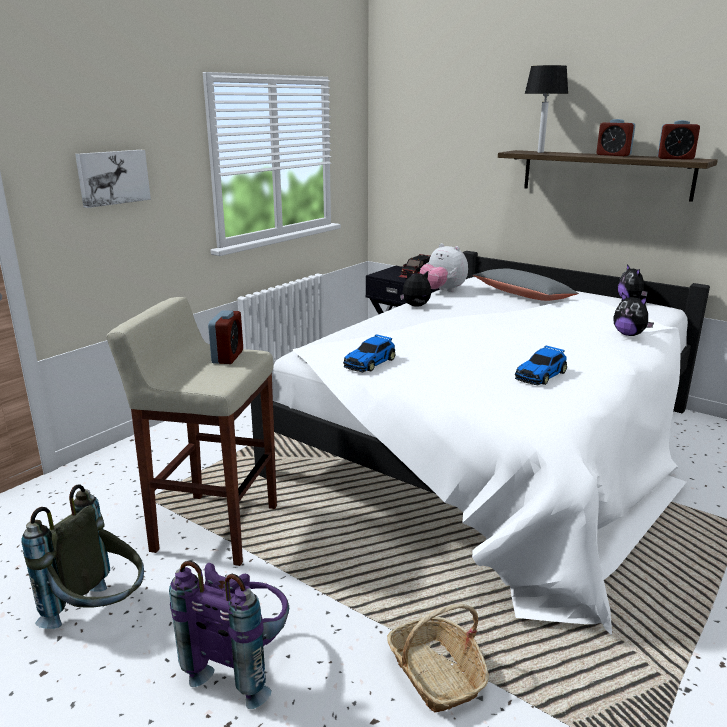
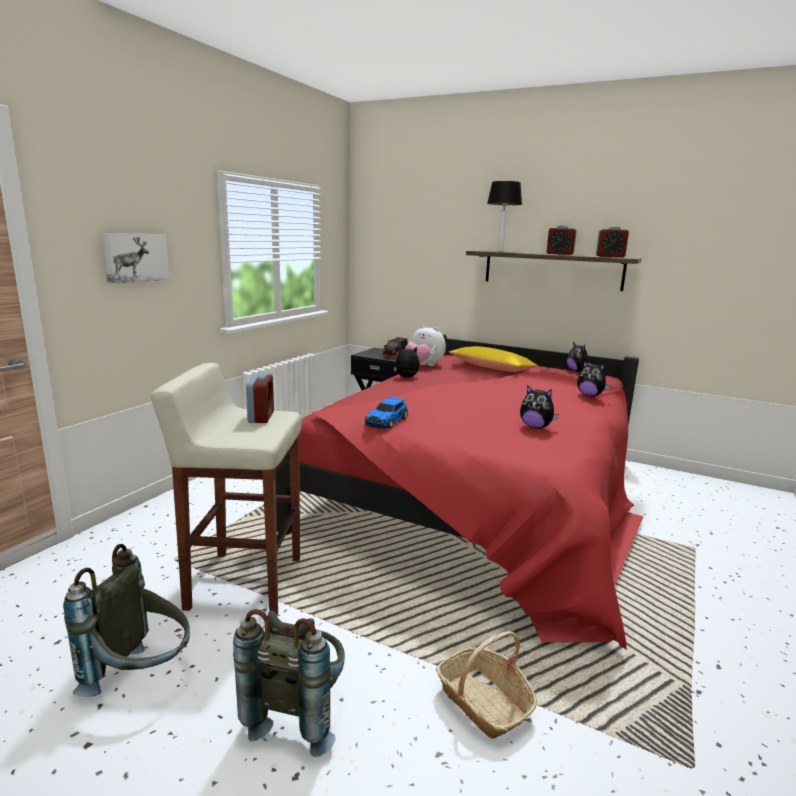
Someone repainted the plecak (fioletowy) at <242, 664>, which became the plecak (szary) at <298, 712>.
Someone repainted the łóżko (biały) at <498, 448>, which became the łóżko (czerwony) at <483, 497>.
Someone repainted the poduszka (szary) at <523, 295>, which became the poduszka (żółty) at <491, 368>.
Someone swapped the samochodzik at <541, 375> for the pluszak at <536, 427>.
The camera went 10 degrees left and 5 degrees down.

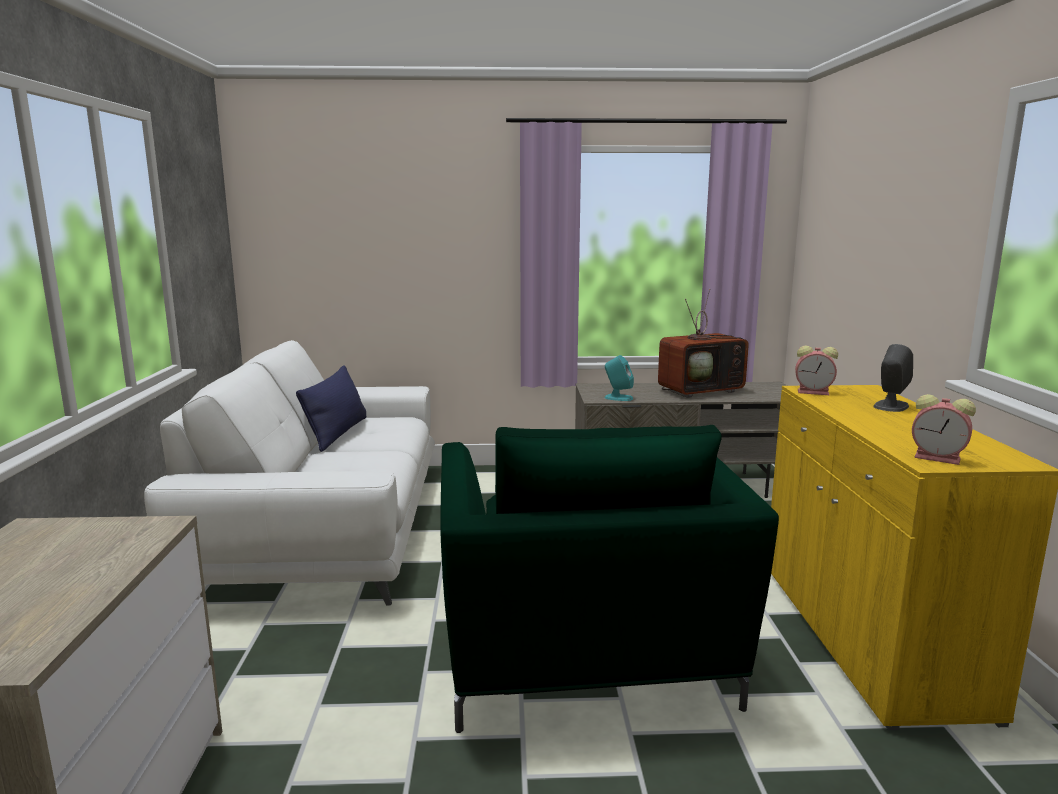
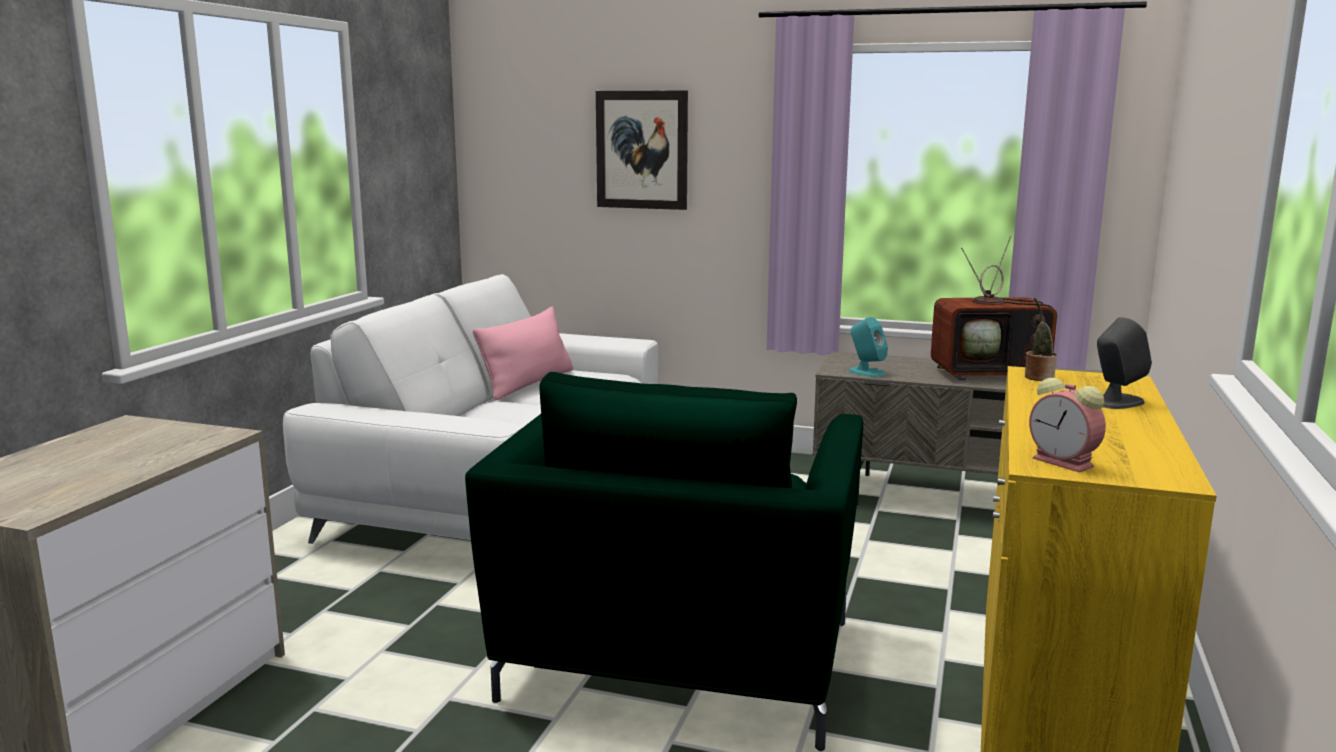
Someone repainted the poduszka (niebieski) at <337, 433>, which became the poduszka (różowy) at <528, 383>.
Someone swapped the budzik at <814, 392> for the roślina doniczkowa at <1038, 377>.
Someone put up the obraz at <642, 150>.
The camera went 20 degrees right and 0 degrees up.

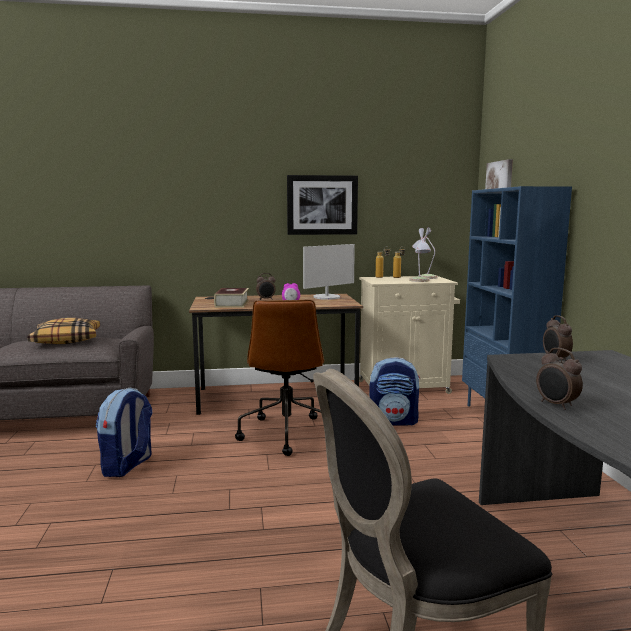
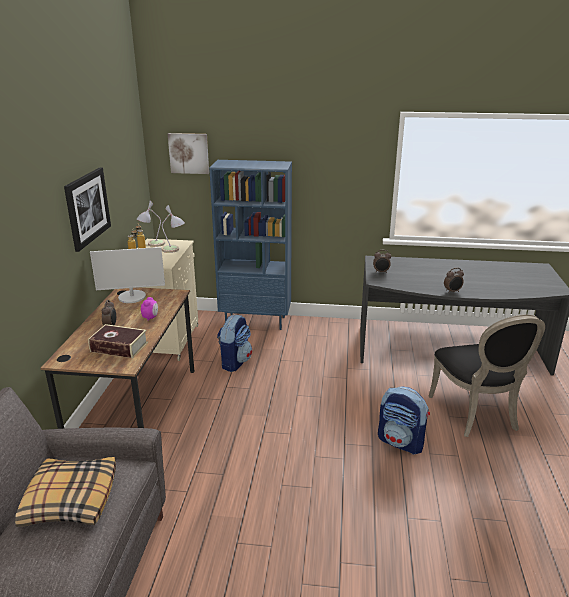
Someone carried the plecak from <127, 466> to <401, 442>.
Someone took away the krzesło biurowe (brązowy) at <286, 433>.
Someone rotated the monitor at <327, 297> by 105 degrees clockwise.
The camera went 75 degrees left and 15 degrees up.

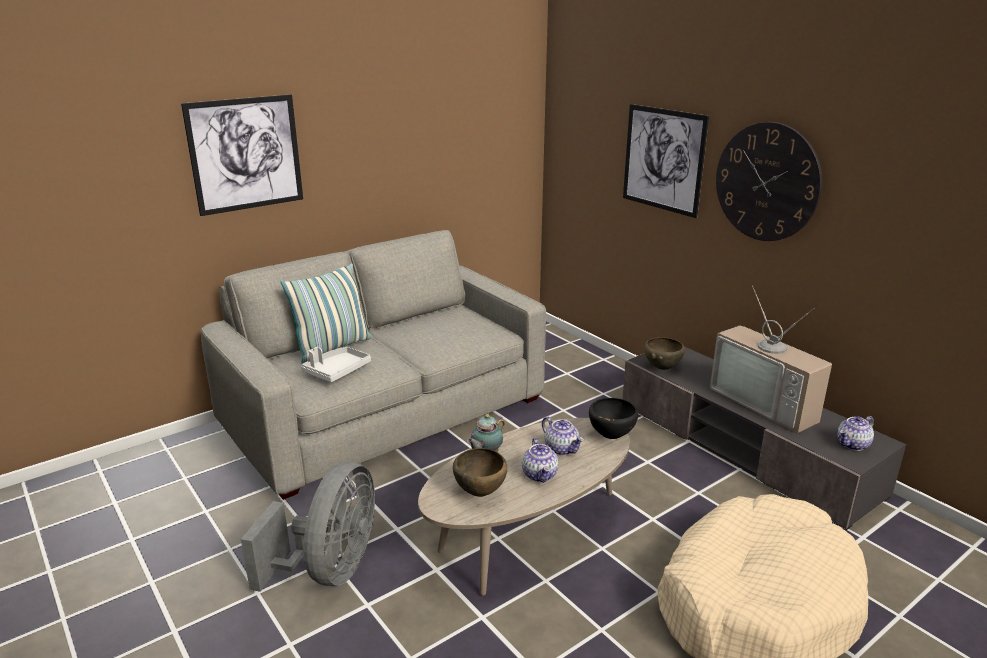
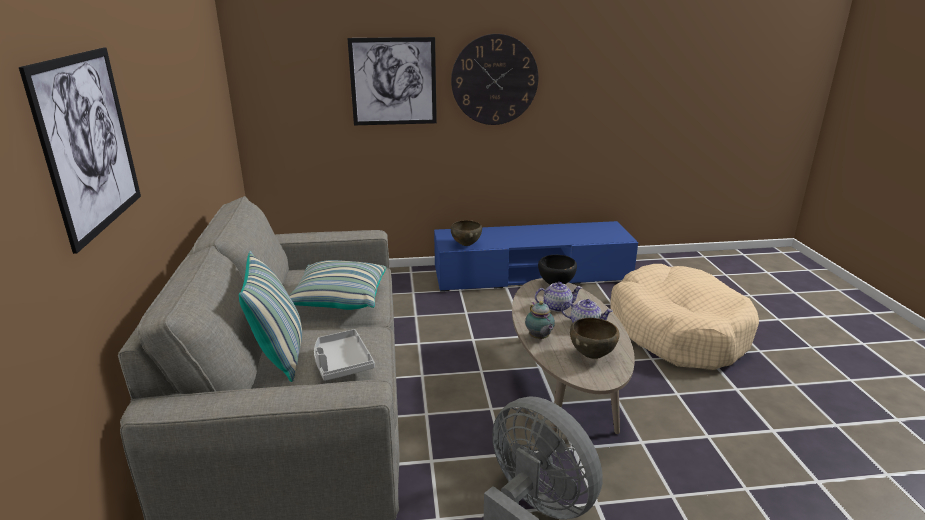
Someone repainted the szafka pod telewizor (szary) at <743, 448>, which became the szafka pod telewizor (niebieski) at <531, 274>.
Someone took away the telewizor at <768, 403>.
Someone took away the imbryk at <853, 445>.
Someone put down the poduszka at <339, 299>.
The camera went 60 degrees left and 0 degrees up.

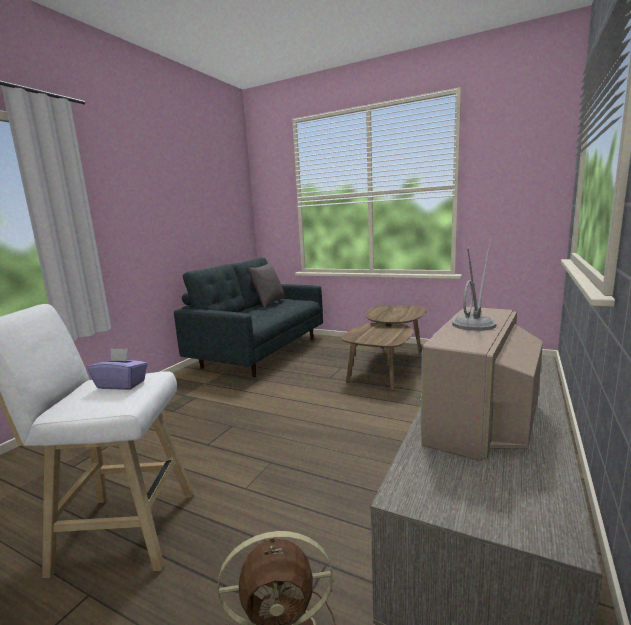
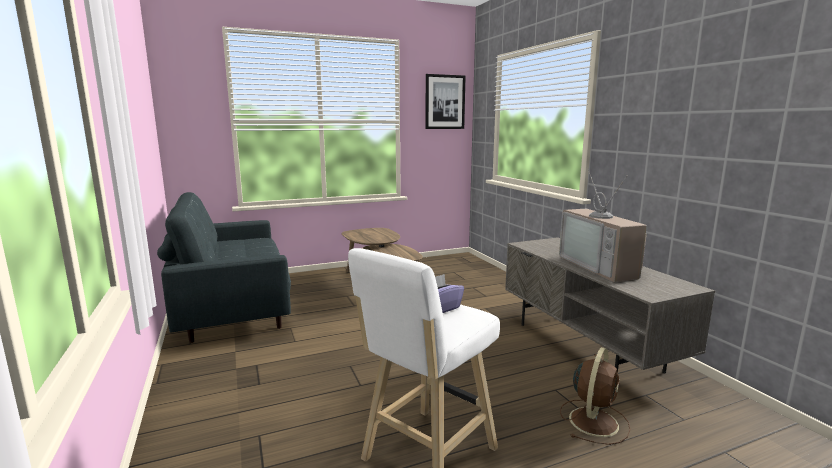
Someone took away the poduszka (szary) at <268, 304>.
Someone put up the obraz at <444, 102>.
The camera went 50 degrees left and 0 degrees up.

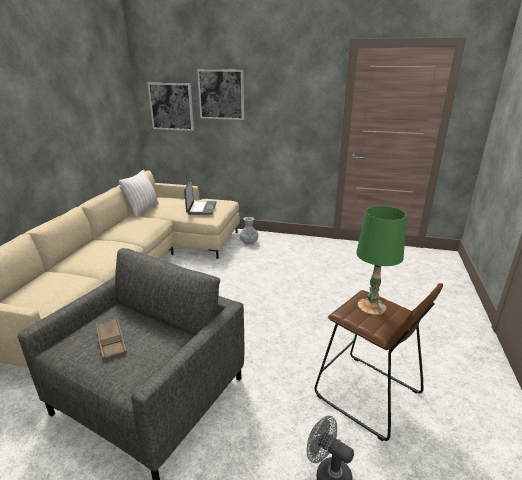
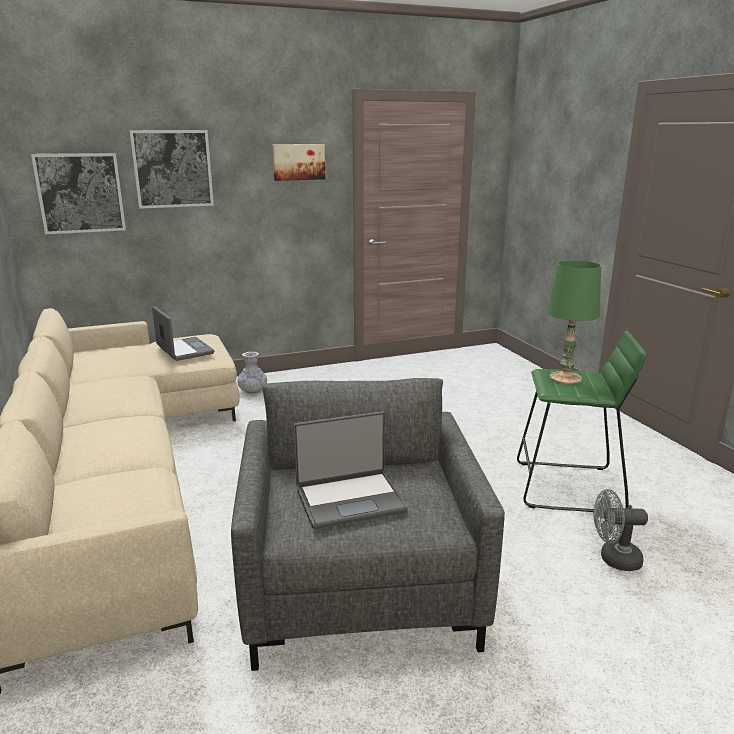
Someone swapped the taca (brązowy) at <111, 341> for the laptop at <350, 499>.
Someone took away the poduszka (biały) at <143, 210>.
Someone repainted the stołek (brązowy) at <367, 395>, which became the stołek (zielony) at <568, 488>.
Someone put up the obraz at <298, 162>.
The camera went 35 degrees left and 5 degrees down.

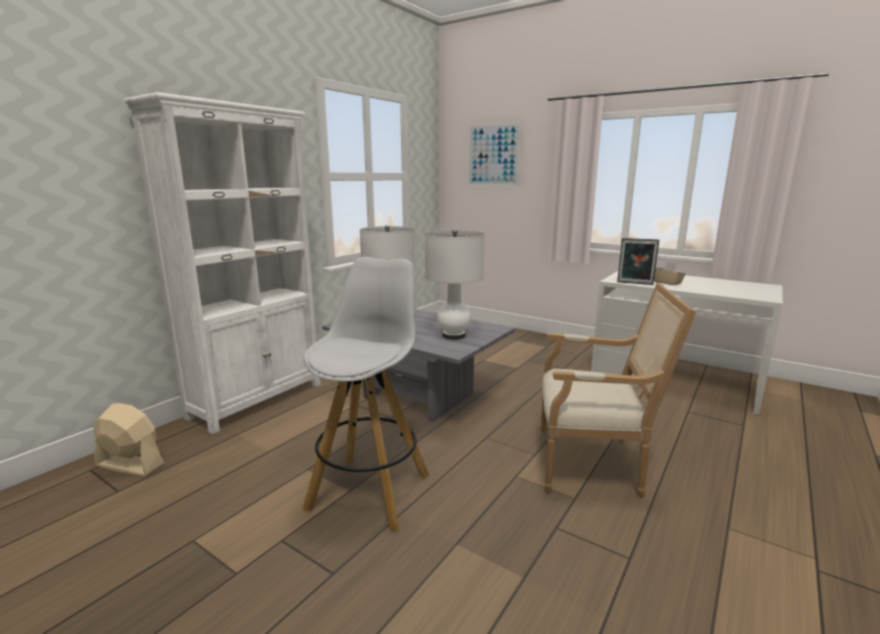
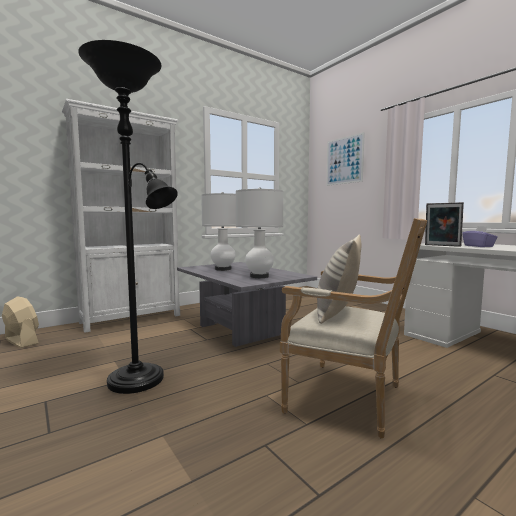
Someone swapped the stołek (biały) at <370, 490> for the lampa stojąca (czarny) at <140, 382>.
Someone repainted the pudełko chusteczek (beżowy) at <667, 283>, which became the pudełko chusteczek (fioletowy) at <478, 246>.
Someone put down the poduszka at <337, 314>.
The camera went 20 degrees right and 10 degrees down.

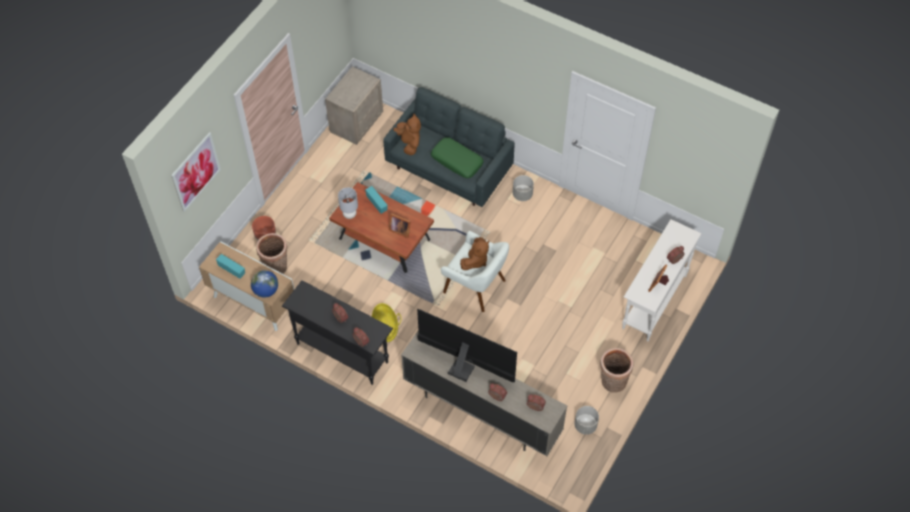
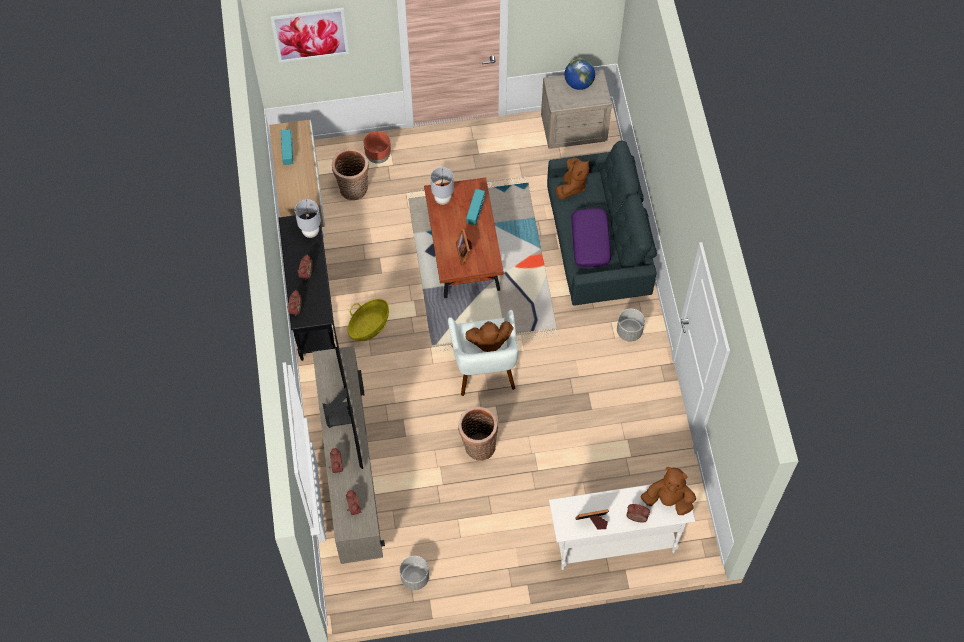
Someone carried the globus from <266, 290> to <579, 83>.
Someone repainted the poduszka (zielony) at <457, 161>, which became the poduszka (fioletowy) at <590, 242>.
Someone carried the koszyk from <612, 382> to <478, 446>.
Someone put down the lampa stołowa (szary) at <311, 232>.
Someone put down the pluszak (brązowy) at <668, 500>.
The camera went 50 degrees right and 5 degrees up.

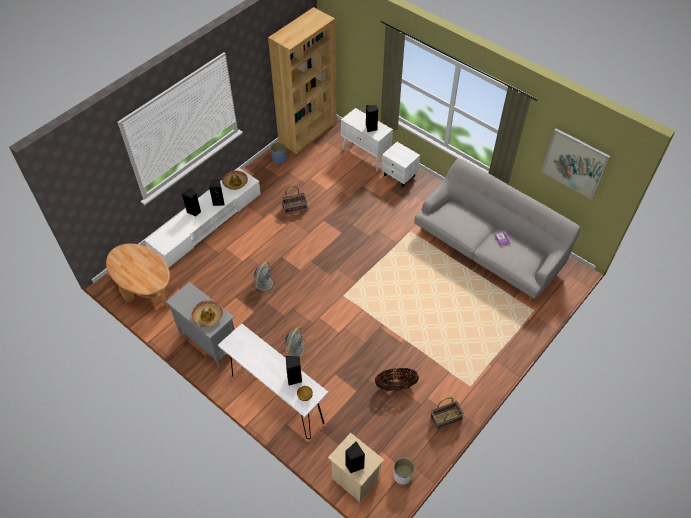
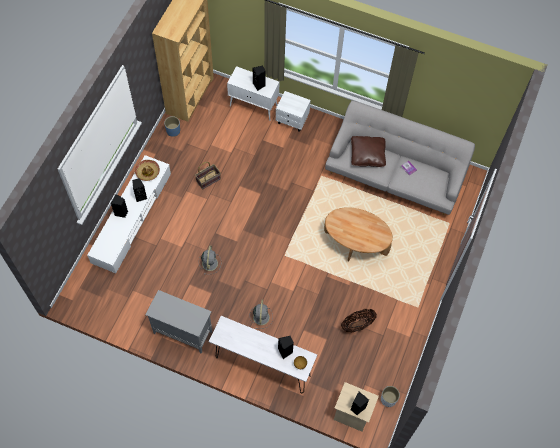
Someone carried the ława (brązowy) from <145, 288> to <355, 243>.
Someone took away the kapelusz at <207, 316>.
Someone took away the koszyk at <445, 419>.
Someone took away the obraz at <575, 163>.
Someone put down the poduszka (brązowy) at <367, 155>.
The camera went 20 degrees left and 10 degrees up.

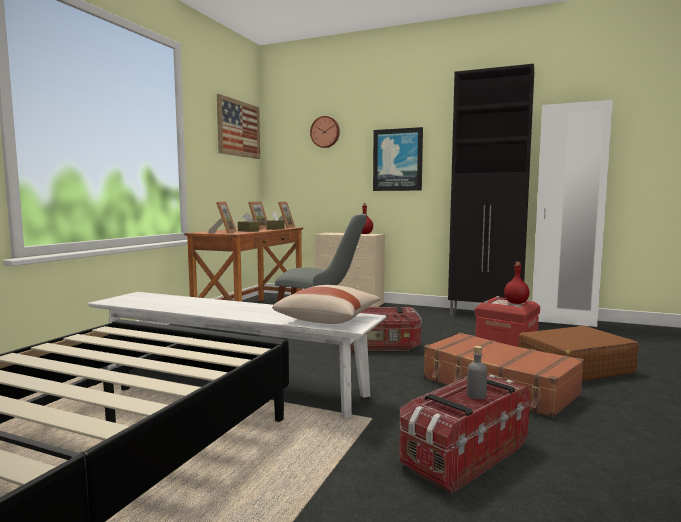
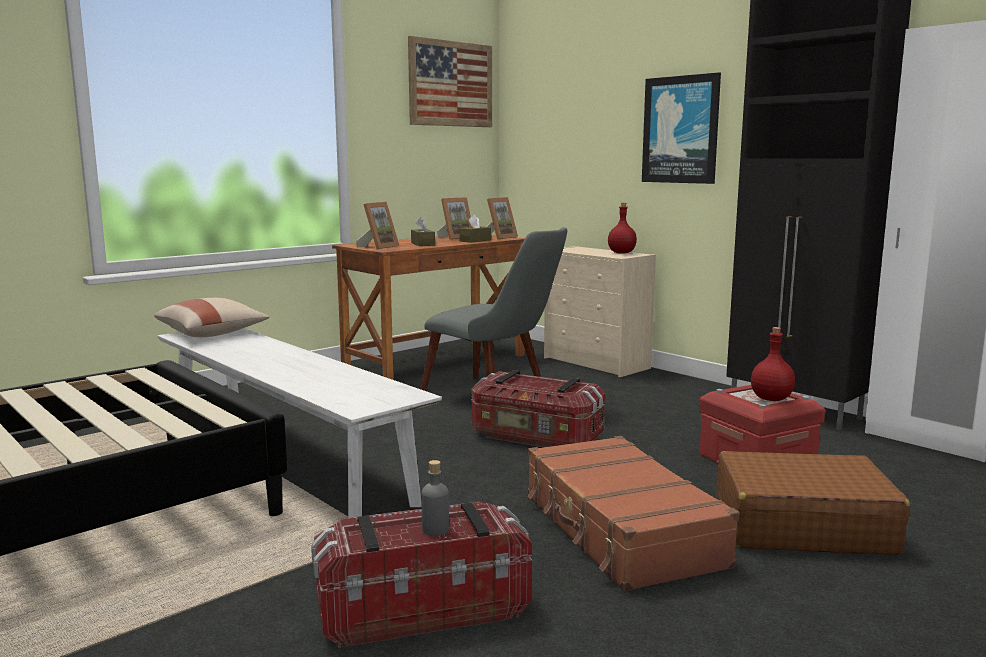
Someone carried the poduszka (beżowy) from <329, 320> to <213, 334>.
Someone took away the zegar ścienny at <325, 132>.
The camera went 25 degrees right and 5 degrees up.

